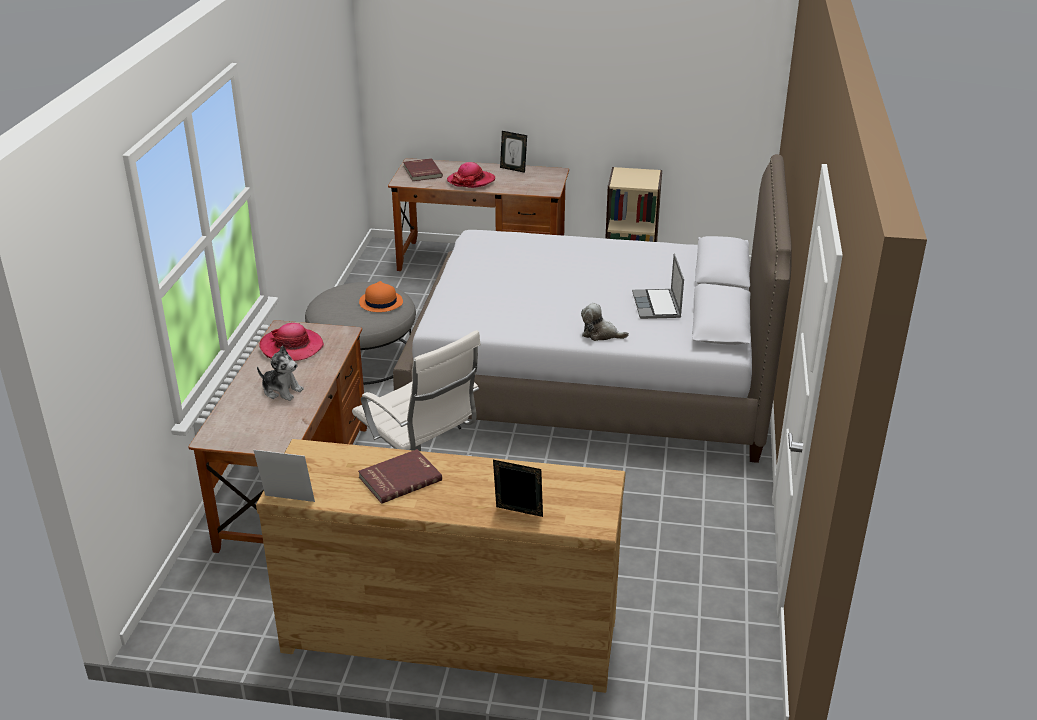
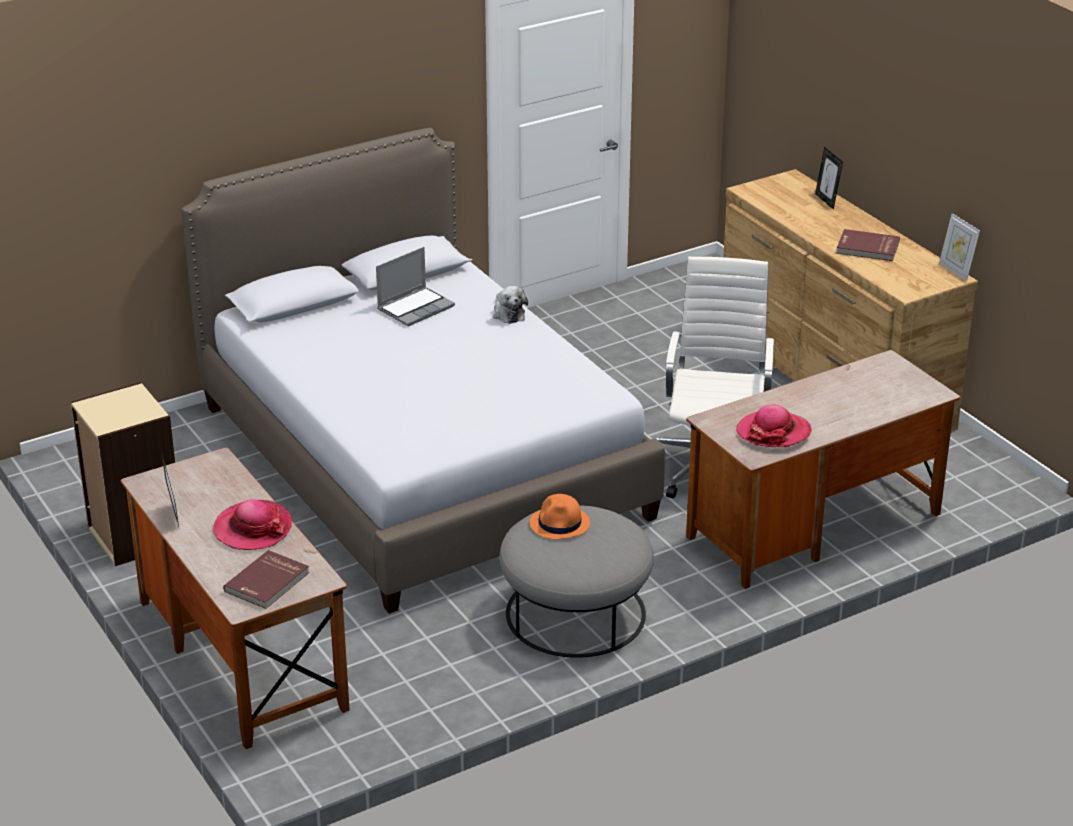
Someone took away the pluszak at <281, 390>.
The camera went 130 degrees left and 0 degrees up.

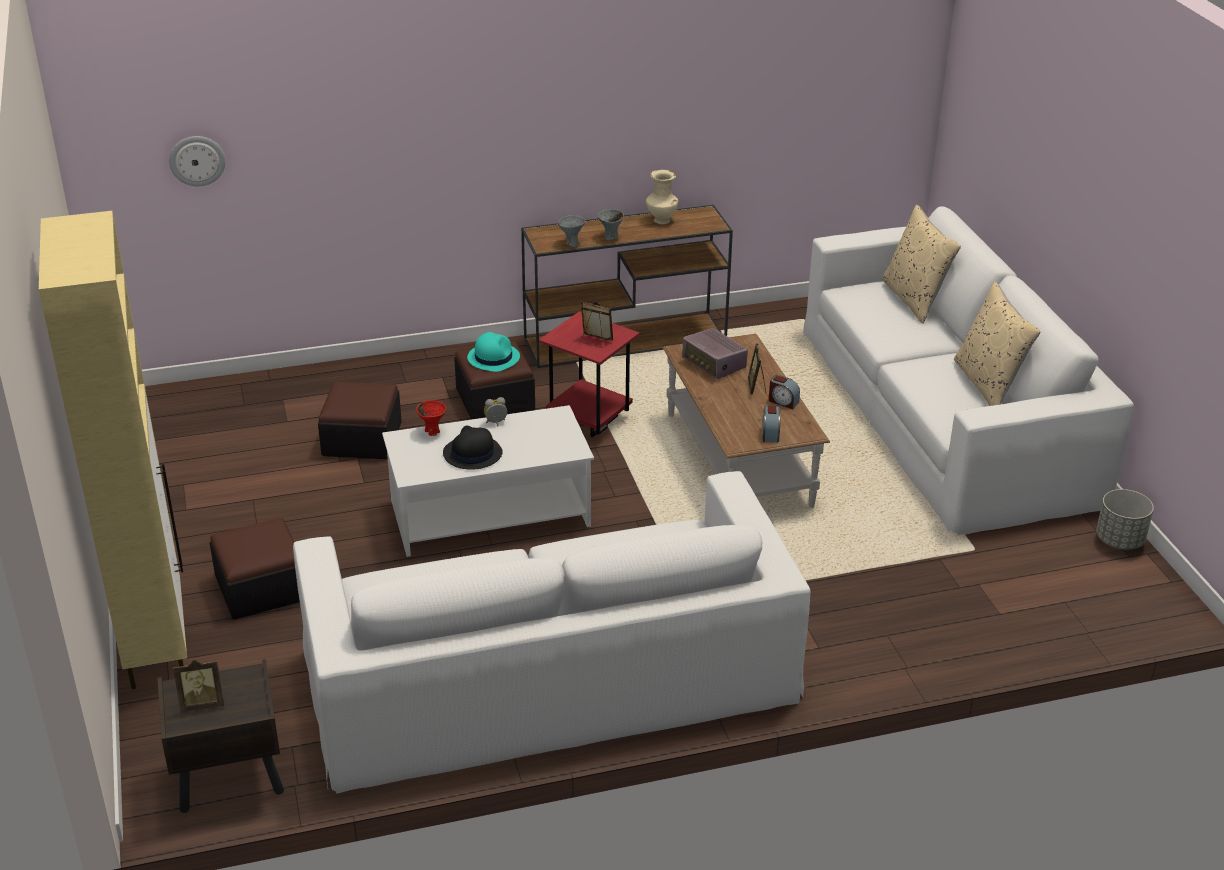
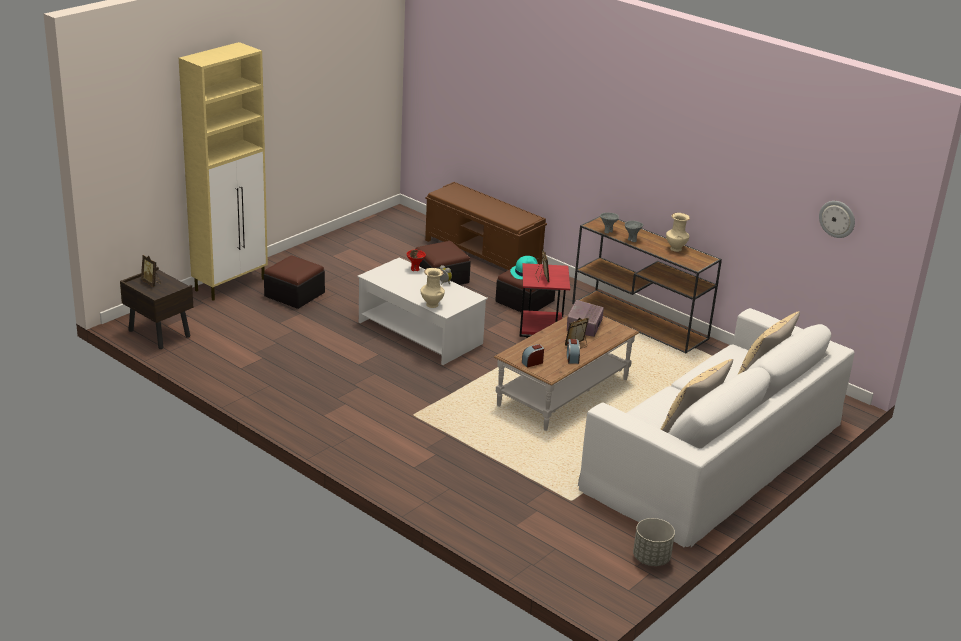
Someone carried the zegar ścienny from <197, 160> to <837, 219>.
Someone took away the kanapa (biały) at <549, 675>.
Someone took away the kapelusz (czarny) at <472, 454>.
Someone put down the wazon (beżowy) at <431, 304>.
Someone put down the ławka (brązowy) at <483, 254>.
The camera went 55 degrees right and 5 degrees down.

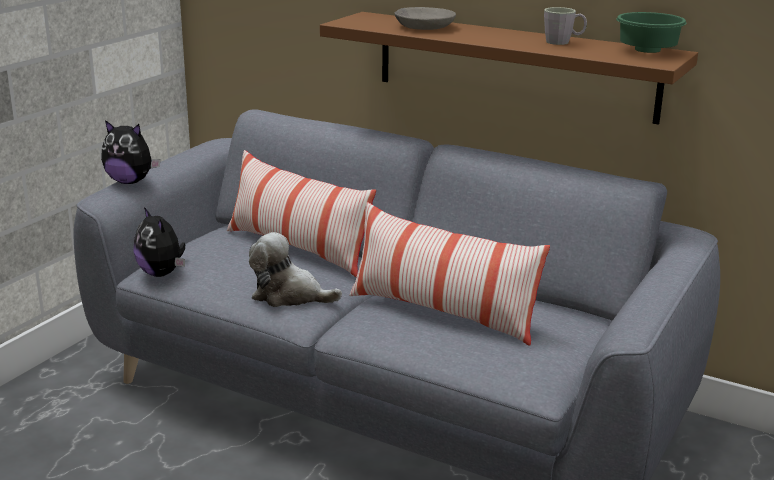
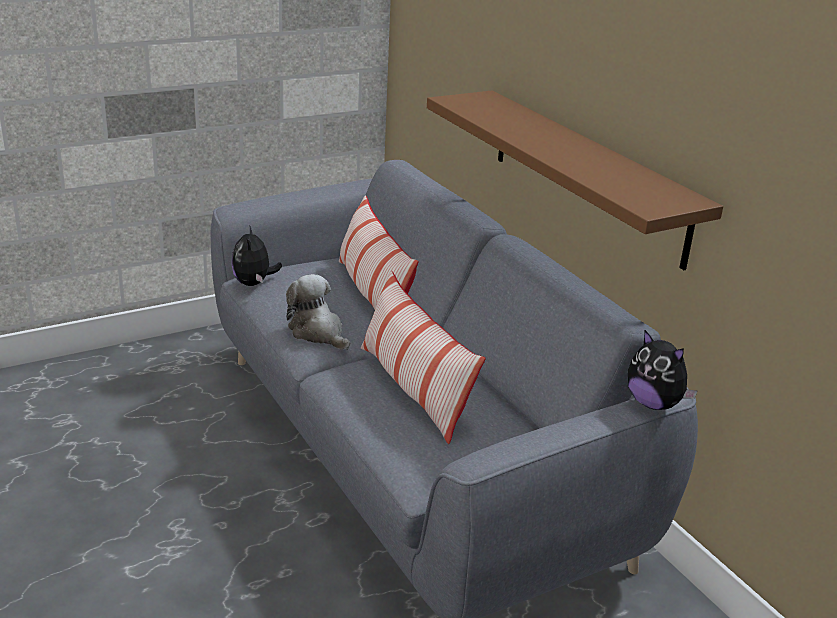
Someone carried the pluszak from <130, 181> to <654, 404>.
Someone took away the miska (szary) at <423, 27>.
Someone took away the kubek (szary) at <563, 42>.
Someone took away the miska (zielony) at <649, 51>.
The camera went 30 degrees right and 5 degrees up.

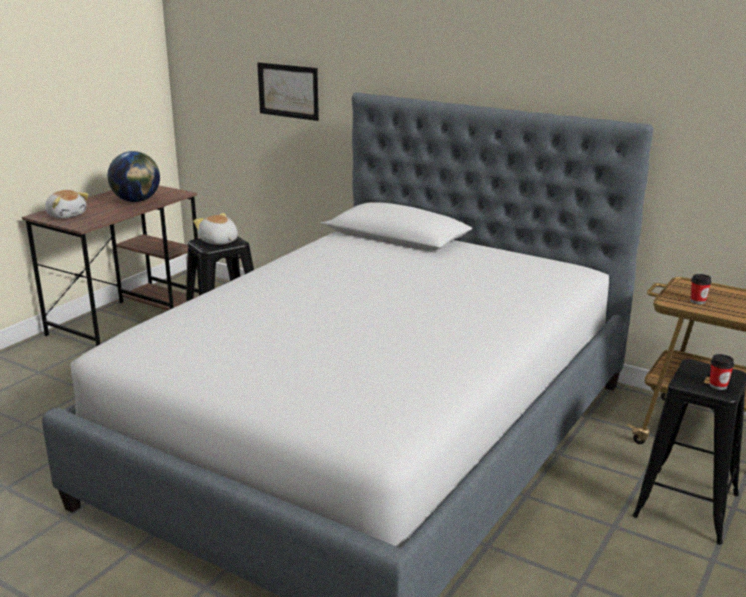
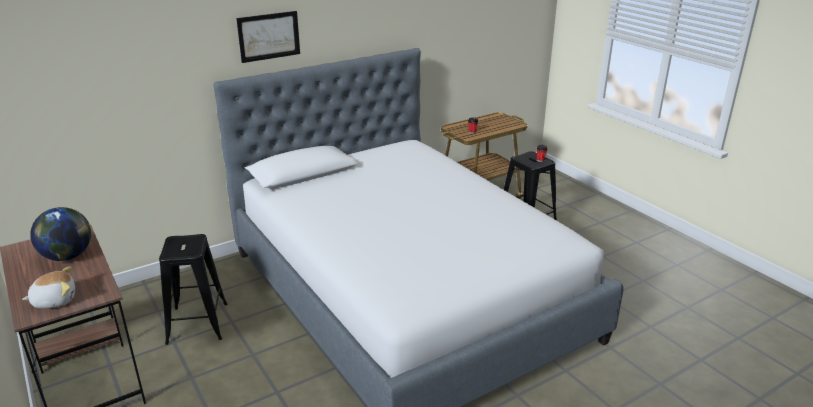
Someone took away the pluszak at <218, 242>.
Someone carried the obraz from <288, 91> to <269, 36>.
The camera went 65 degrees left and 5 degrees up.

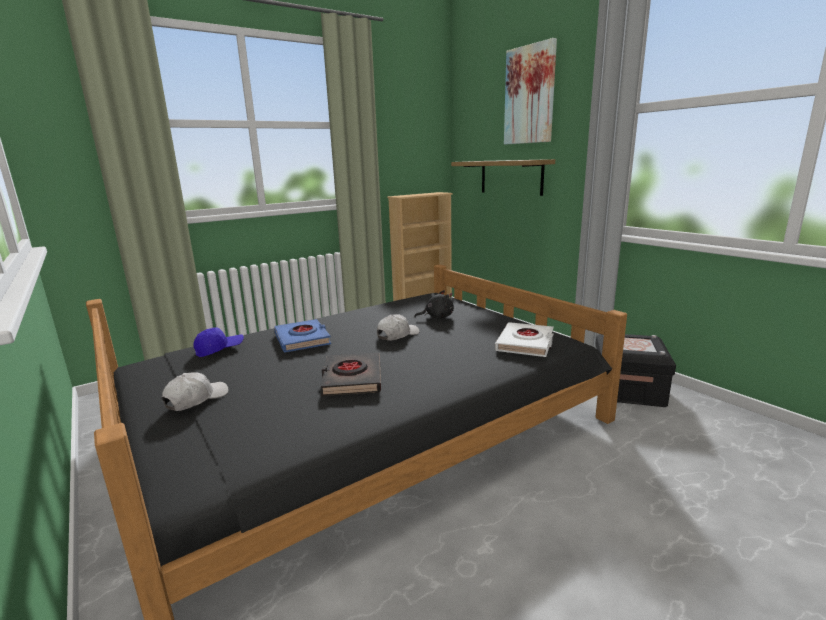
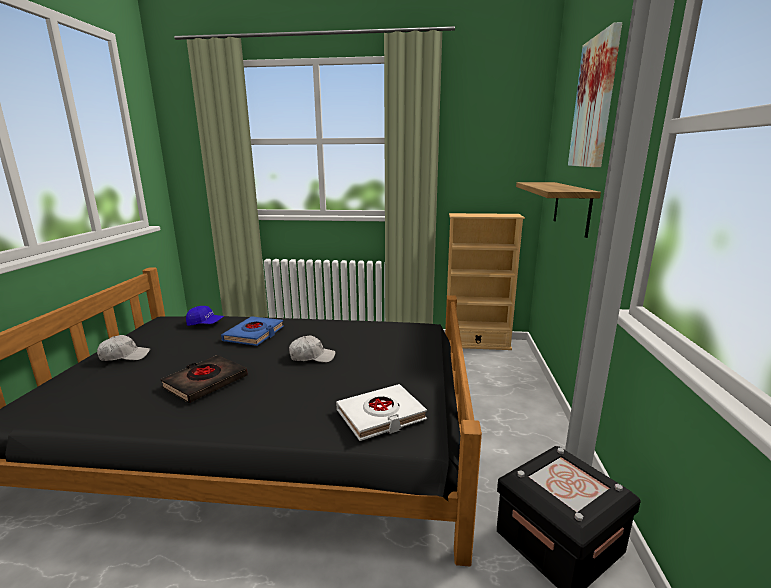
Someone took away the pluszak (czarny) at <437, 317>.
The camera went 40 degrees right and 0 degrees up.

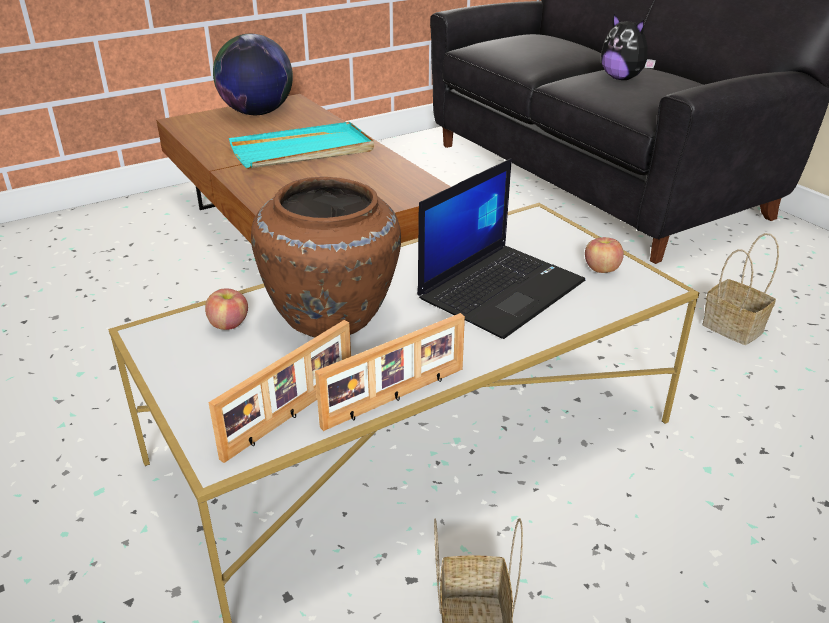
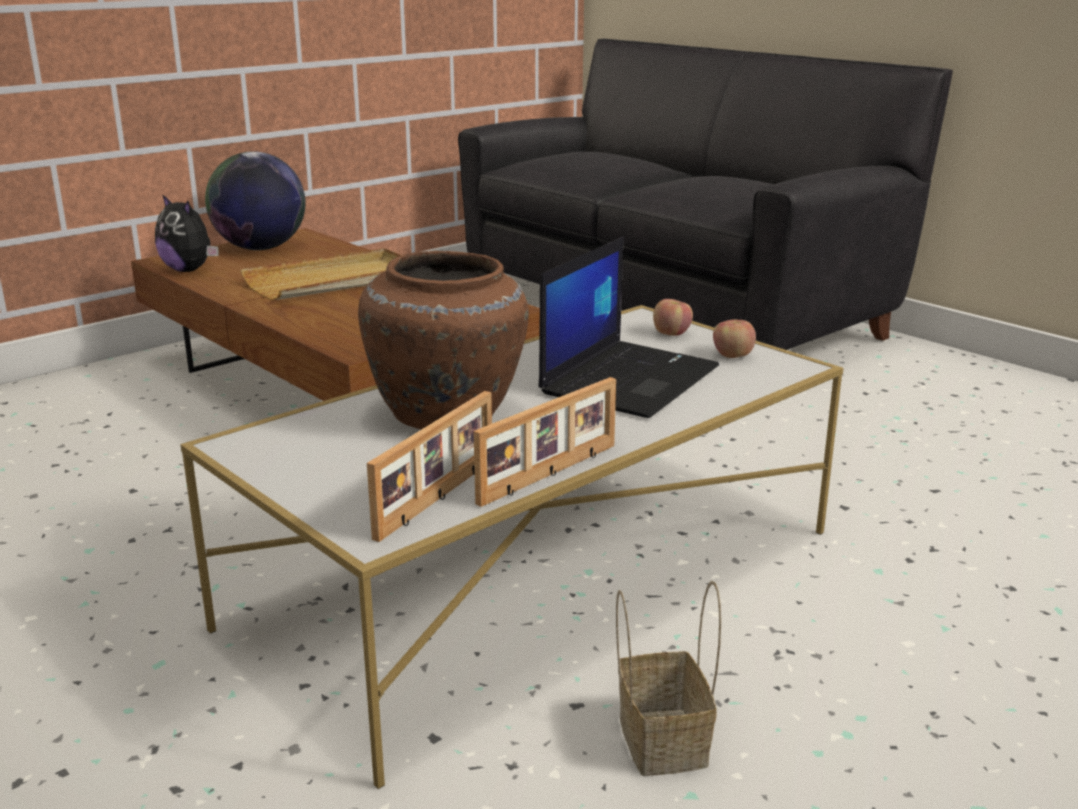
Someone carried the jabłko from <229, 324> to <671, 334>.
Someone repainted the taca (turkusowy) at <303, 151>, which became the taca (beżowy) at <335, 281>.
Someone carried the pluszak from <622, 78> to <189, 270>.
Someone took away the koszyk at <735, 328>.
The camera went 10 degrees left and 10 degrees down.

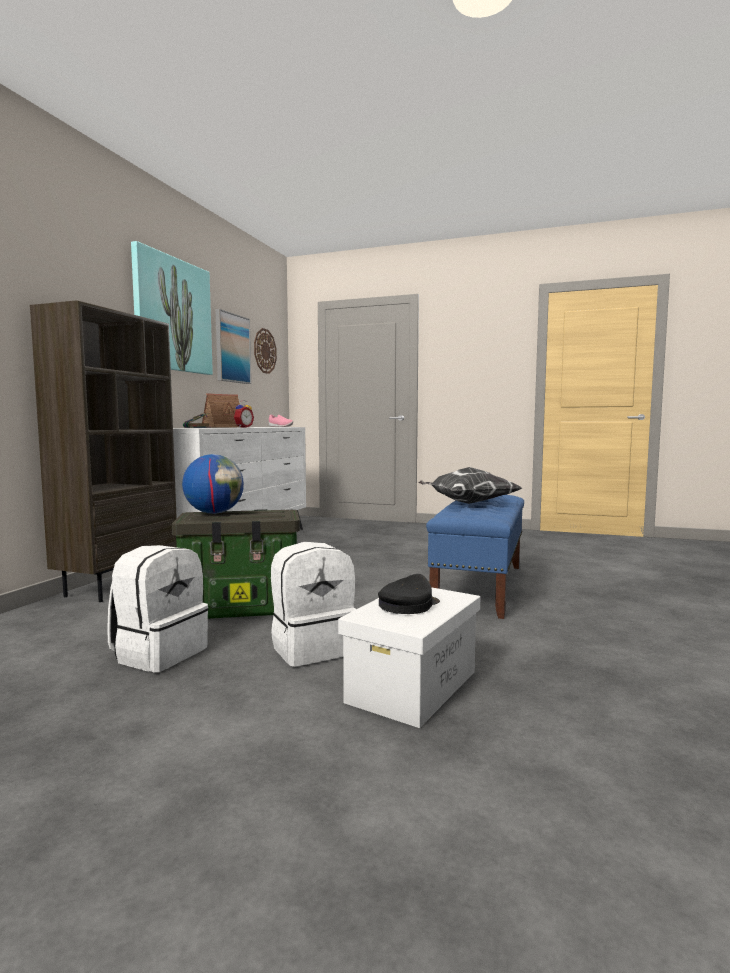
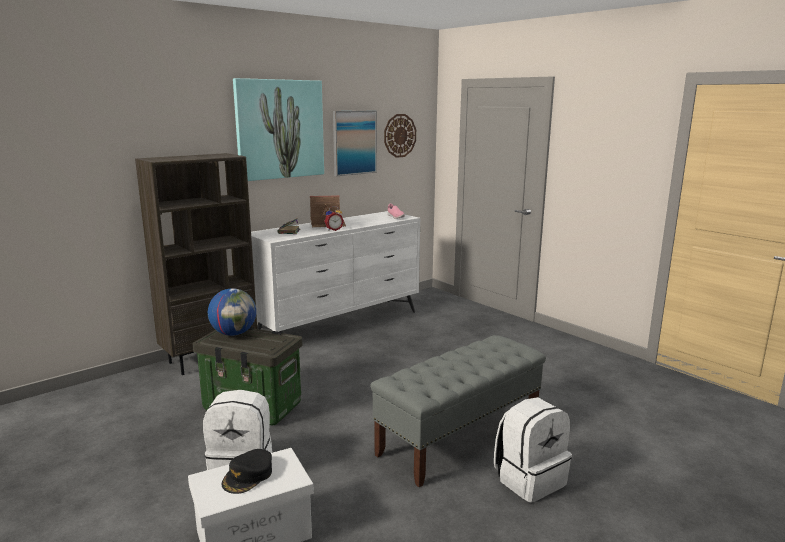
Someone carried the plecak (biały) from <159, 653> to <529, 479>.
Someone rotated the czapka z daszkiem (czarny) at <408, 604> by 135 degrees clockwise.
Someone took away the poduszka at <467, 503>.
Someone repainted the ławka (niebieski) at <480, 586>, which became the ławka (szary) at <459, 437>.
The camera went 30 degrees right and 10 degrees up.

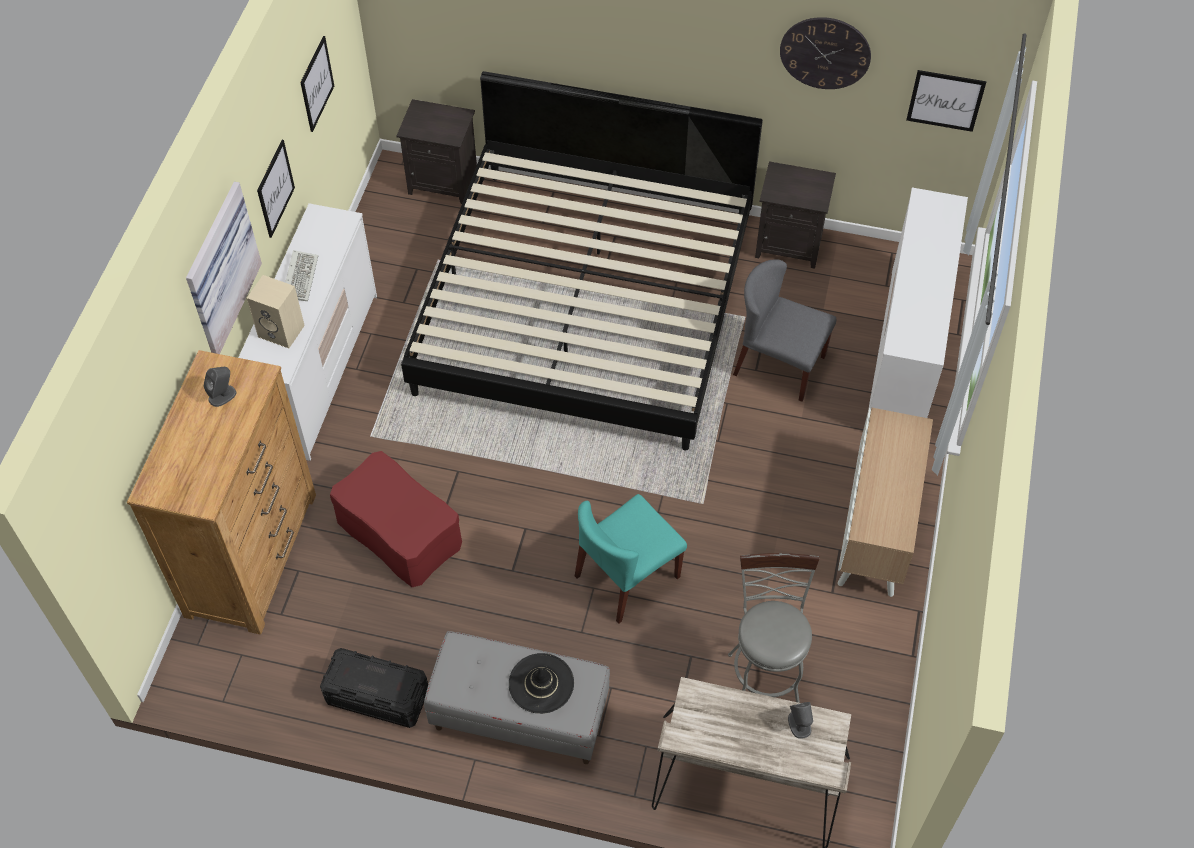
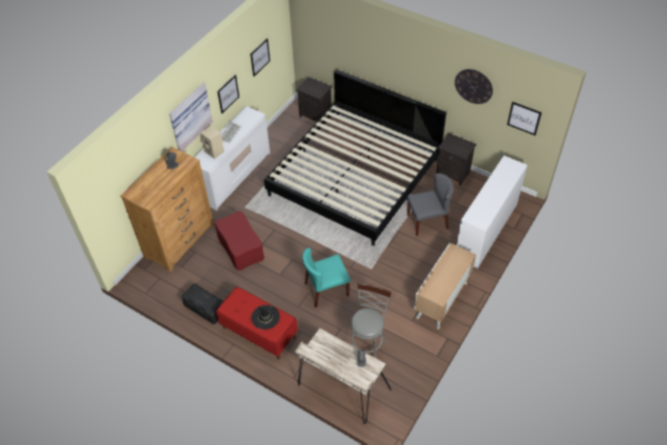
Someone repainted the ławka (szary) at <519, 716>, which became the ławka (czerwony) at <259, 332>.
Someone rotated the krzesło (szary) at <778, 365> by 120 degrees clockwise.
The camera went 20 degrees right and 5 degrees down.

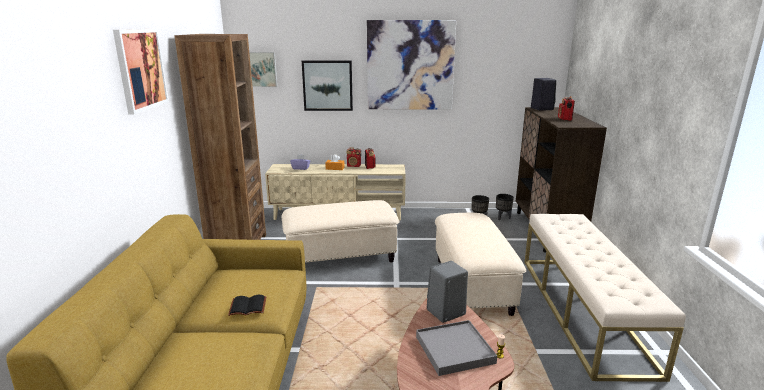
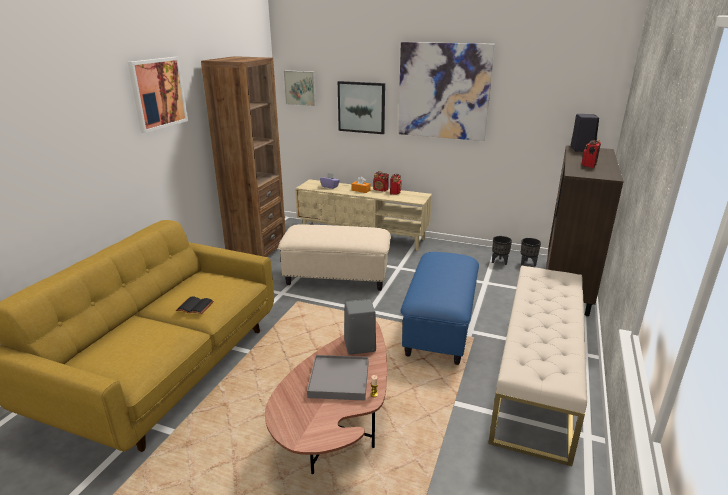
Someone repainted the pufa (beżowy) at <470, 285>, which became the pufa (niebieski) at <438, 327>.
The camera went 20 degrees right and 5 degrees up.

